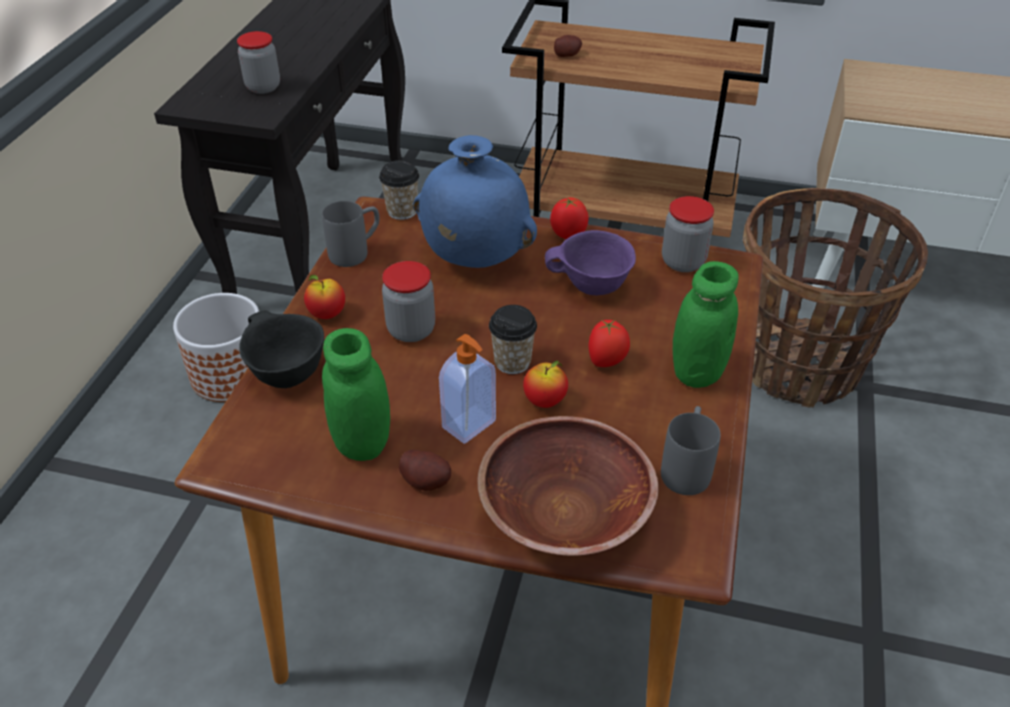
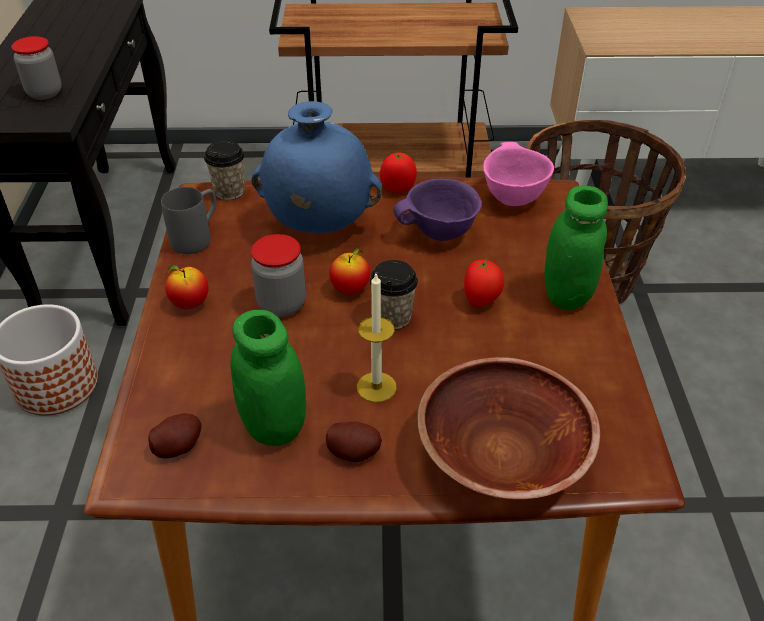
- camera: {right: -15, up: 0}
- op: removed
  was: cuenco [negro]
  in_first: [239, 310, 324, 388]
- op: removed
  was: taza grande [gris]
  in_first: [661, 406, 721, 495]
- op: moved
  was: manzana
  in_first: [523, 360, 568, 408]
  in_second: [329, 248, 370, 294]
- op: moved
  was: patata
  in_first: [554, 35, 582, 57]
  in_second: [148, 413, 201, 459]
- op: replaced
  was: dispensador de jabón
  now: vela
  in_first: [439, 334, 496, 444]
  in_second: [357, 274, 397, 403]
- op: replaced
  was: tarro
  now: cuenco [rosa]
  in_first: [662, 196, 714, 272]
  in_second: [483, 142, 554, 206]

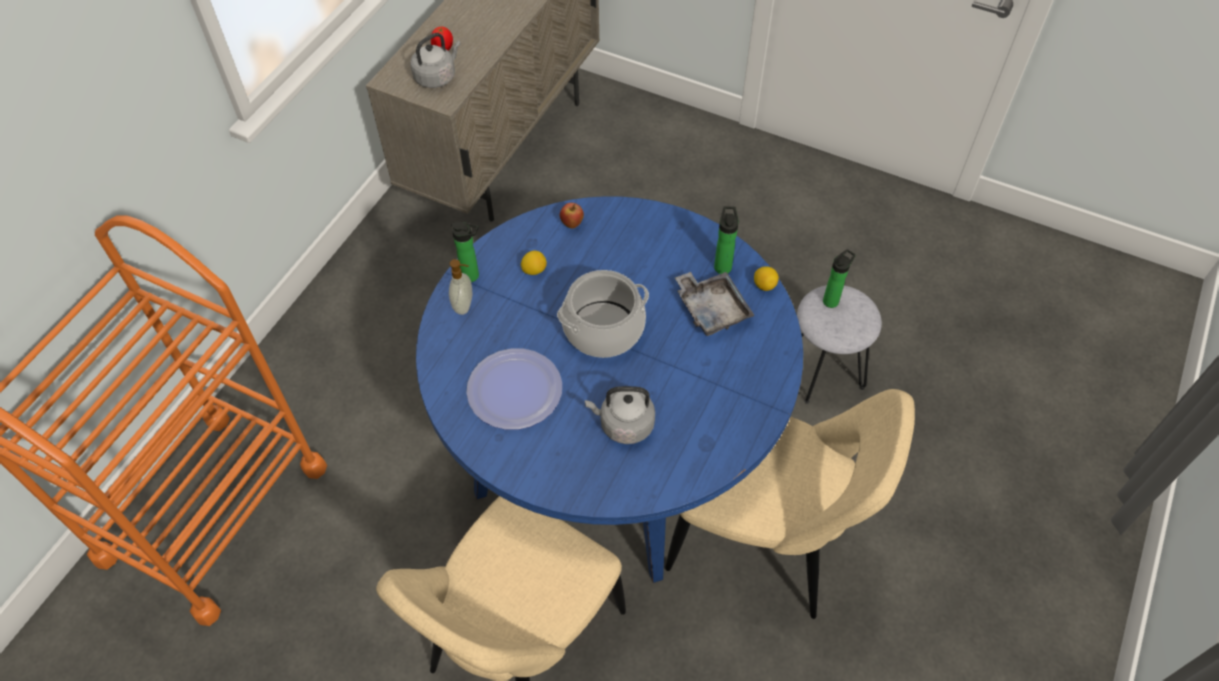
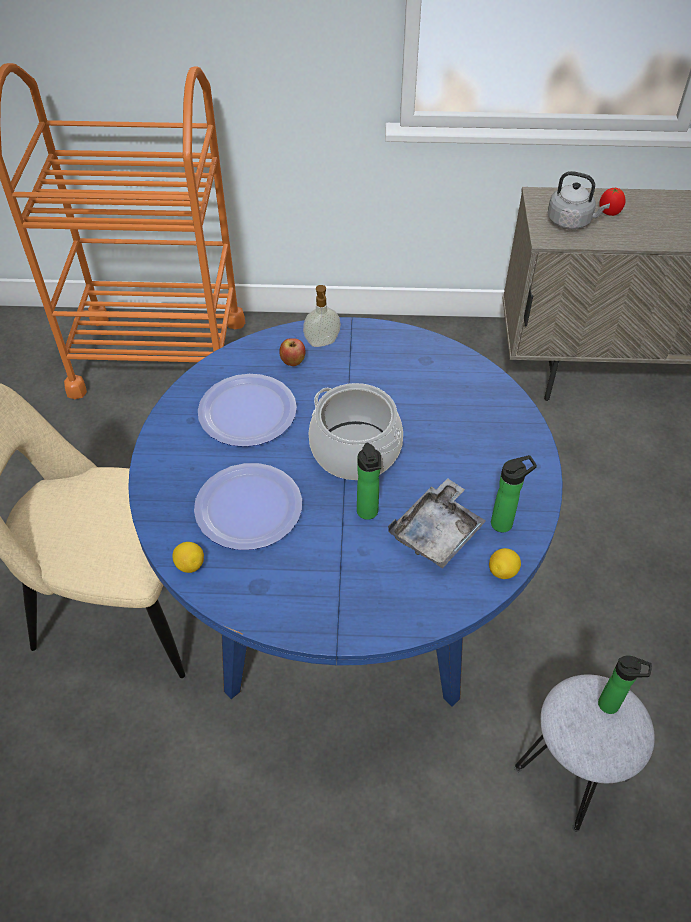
- camera: {right: 65, up: -5}
- op: removed
  was: silla [beis]
  in_first: [665, 389, 915, 619]
- op: moved
  was: botella
  in_first: [451, 222, 479, 282]
  in_second: [357, 443, 381, 520]
- op: moved
  was: limón
  in_first: [521, 251, 547, 275]
  in_second: [172, 542, 204, 573]
- op: moved
  was: manzana
  in_first: [560, 203, 584, 228]
  in_second: [279, 338, 305, 366]
- op: replaced
  was: hervidor [gris]
  now: plato
  in_first: [585, 386, 655, 444]
  in_second: [194, 463, 302, 550]

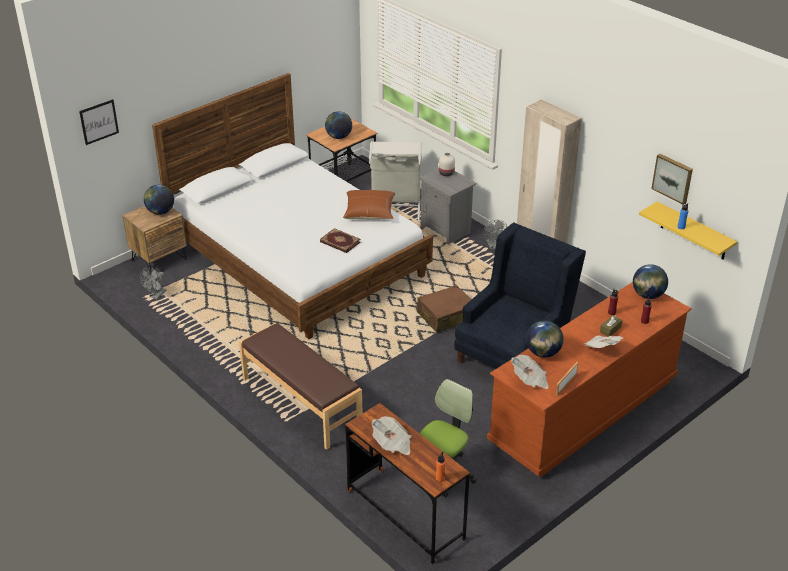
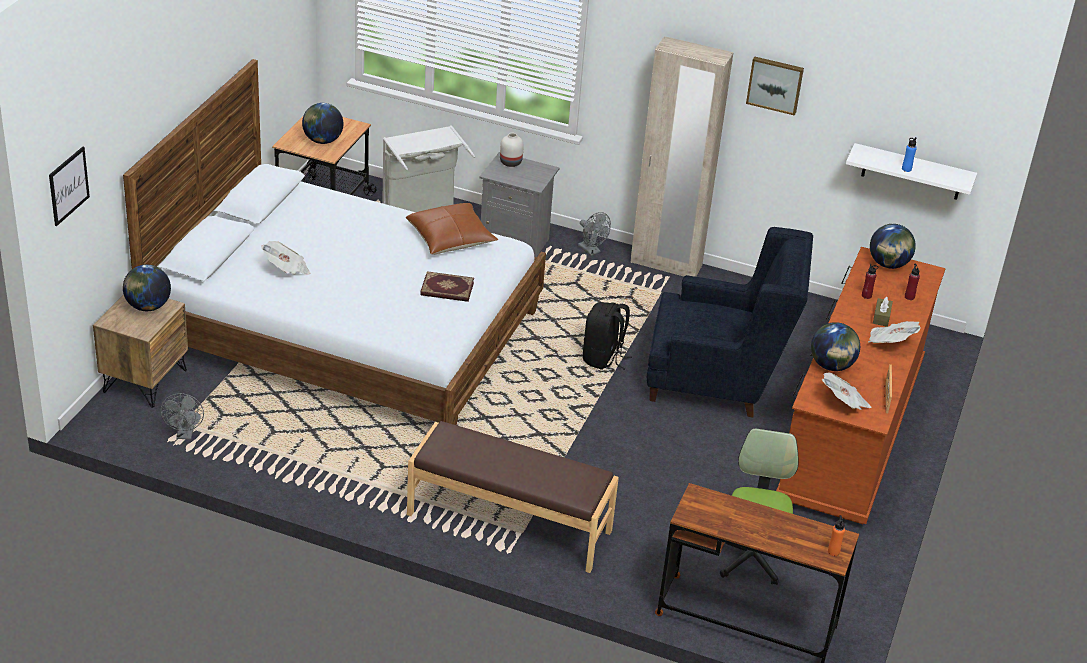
- camera: {right: -30, up: 0}
- op: moved
  was: periódico
  in_first: [372, 416, 411, 455]
  in_second: [261, 241, 311, 274]
- op: moved
  was: cuadro
  in_first: [651, 154, 693, 205]
  in_second: [746, 56, 804, 116]
- op: replaced
  was: maleta [marrón]
  now: mochila [negro]
  in_first: [417, 285, 472, 333]
  in_second: [583, 302, 632, 370]
- op: recoloured
  was: estante [amarillo]
  now: estante [blanco]
  in_first: [639, 202, 737, 260]
  in_second: [846, 143, 977, 200]
- op: turned
  was: sillón [azul]
  in_first: [454, 222, 586, 369]
  in_second: [647, 227, 813, 417]
  clockwise: 90

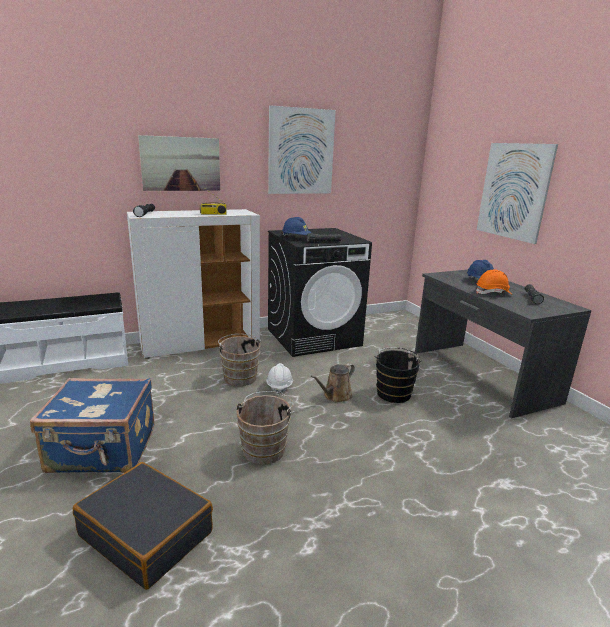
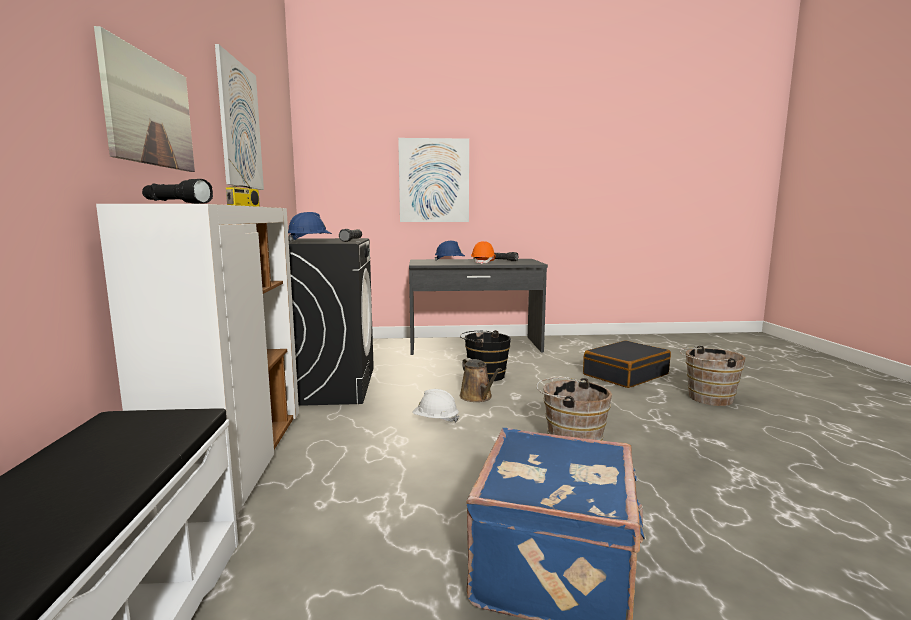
- camera: {right: -70, up: -10}
- op: moved
  was: maleta [negro]
  in_first: [73, 462, 213, 590]
  in_second: [583, 340, 671, 388]
- op: moved
  was: cubo [marrón]
  in_first: [218, 334, 261, 386]
  in_second: [680, 345, 746, 406]

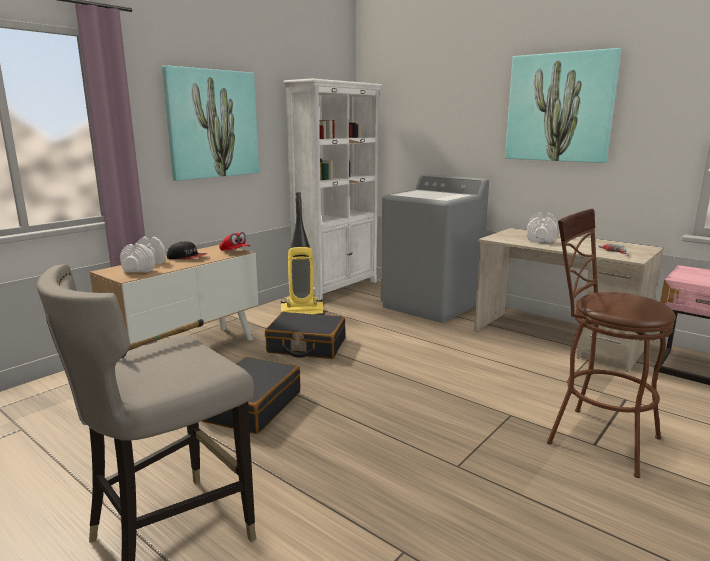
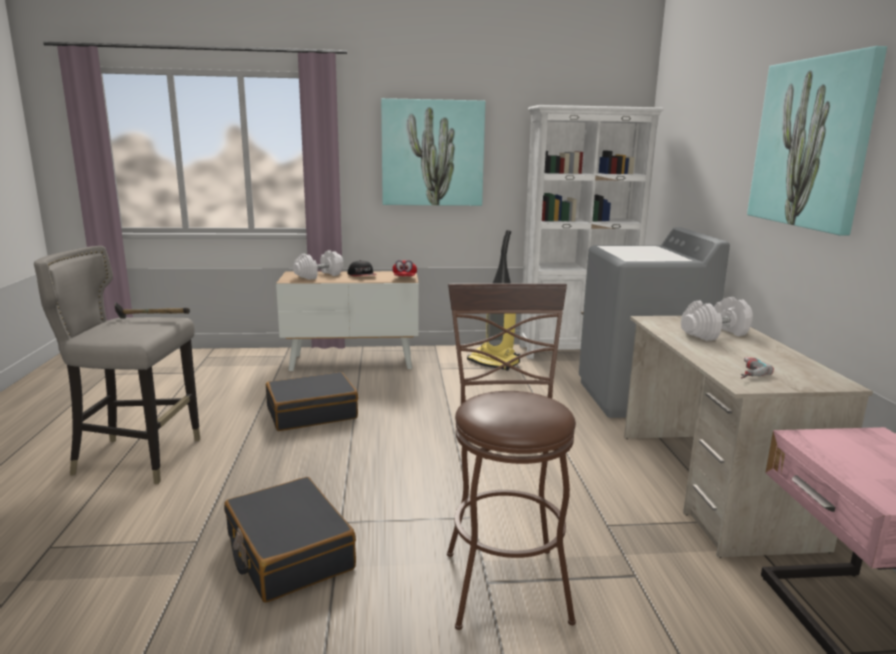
- camera: {right: 45, up: 0}
- op: moved
  was: maleta [negro]
  in_first: [265, 312, 345, 359]
  in_second: [224, 477, 356, 603]

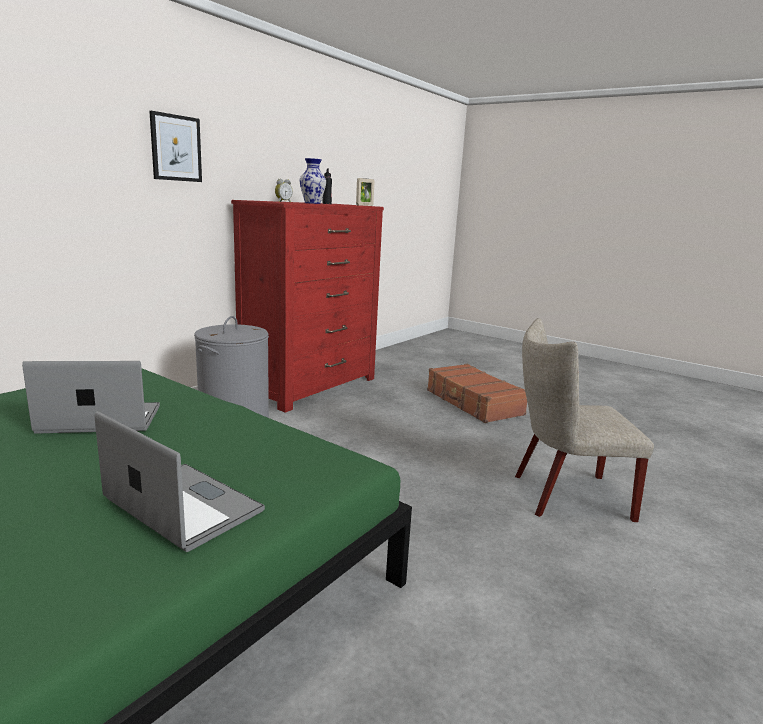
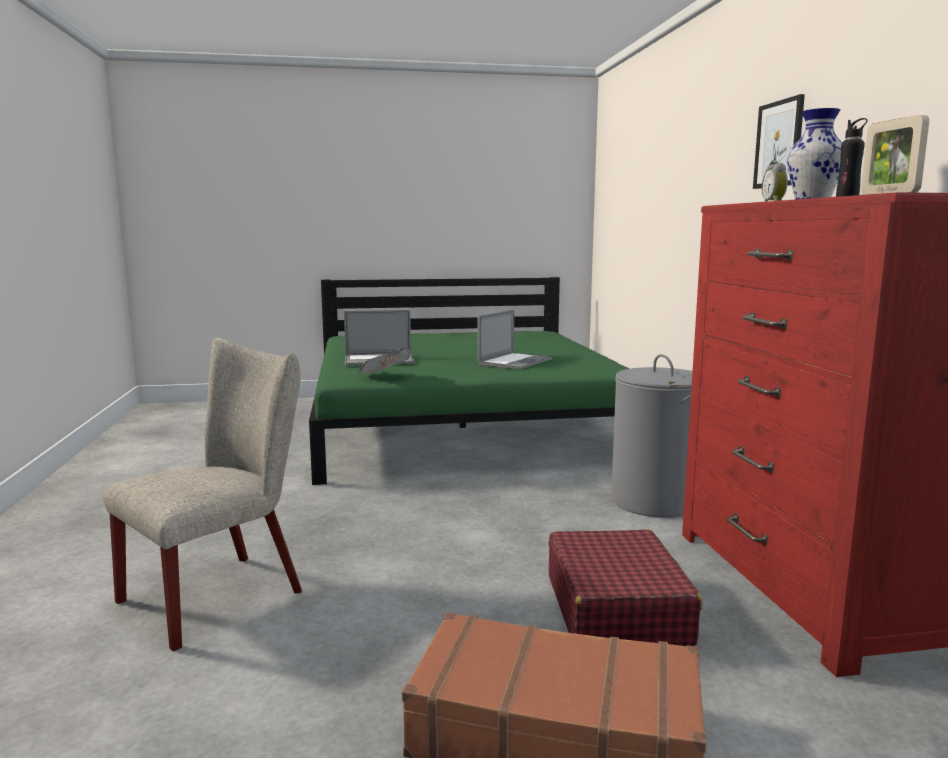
- camera: {right: 135, up: -5}
- op: added
  now: periódico
  in_second: [357, 348, 413, 374]
- op: added
  now: maleta [rojo]
  in_second: [548, 529, 702, 646]

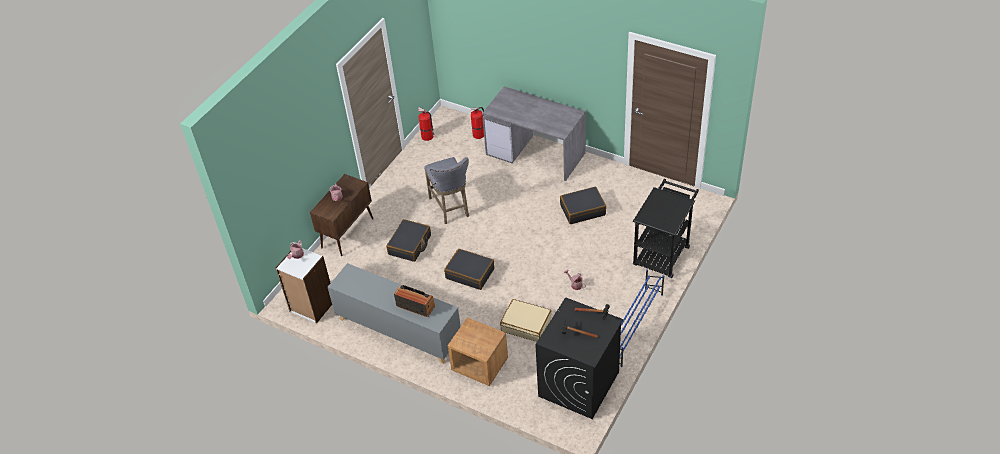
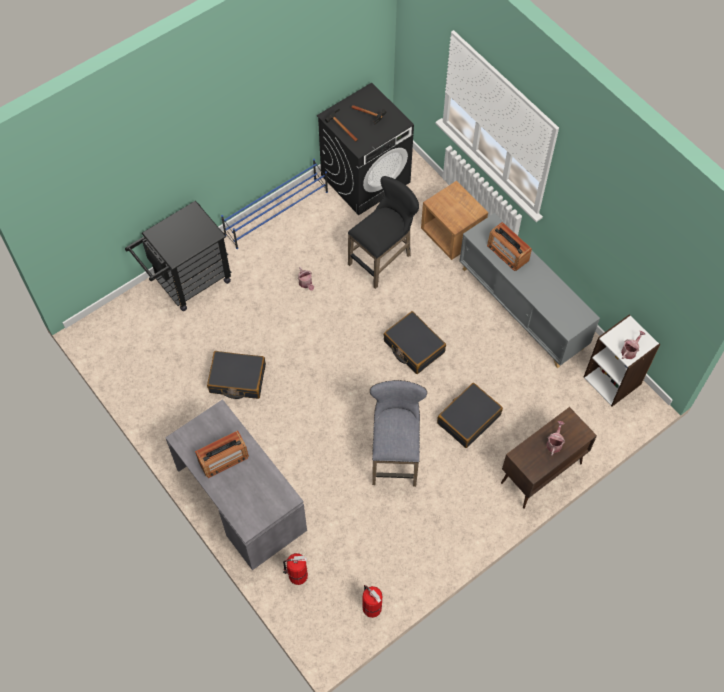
- camera: {right: -160, up: 15}
- op: added
  now: radio
  in_second: [195, 431, 249, 478]
- op: replaced
  was: maleta [beis]
  now: taburete [negro]
  in_first: [500, 299, 552, 342]
  in_second: [348, 176, 419, 289]

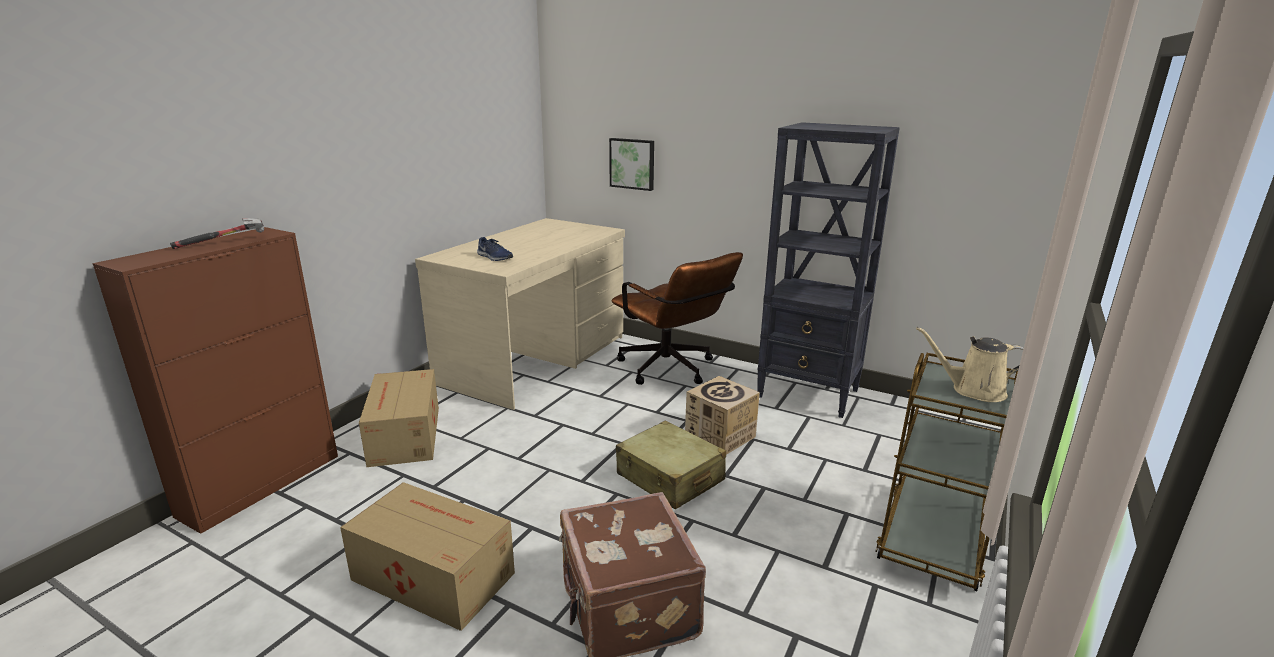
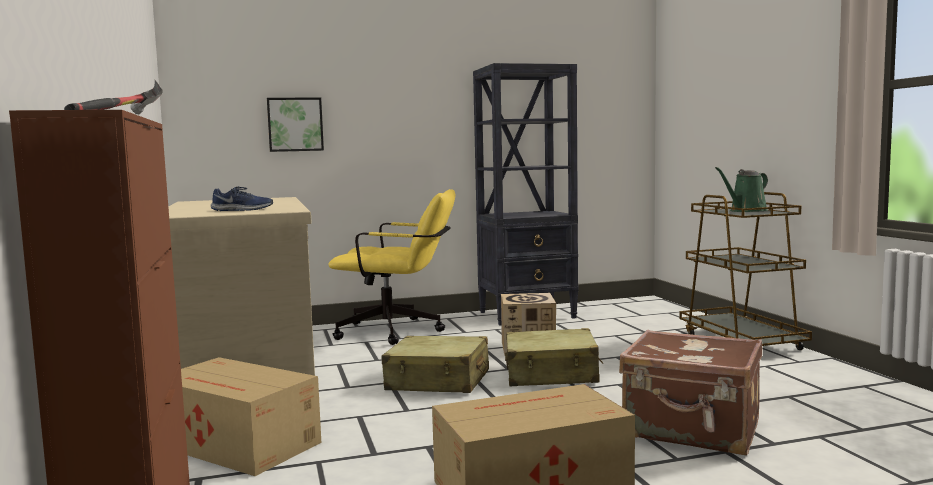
- camera: {right: -45, up: -15}
- op: added
  now: maleta [beis]
  in_second: [382, 336, 489, 393]
- op: recoloured
  was: silla de oficina [marrón]
  now: silla de oficina [amarillo]
  in_first: [612, 252, 743, 385]
  in_second: [328, 189, 455, 345]
- op: recoloured
  was: regadera [beis]
  now: regadera [verde]
  in_first: [916, 327, 1024, 402]
  in_second: [715, 167, 768, 212]

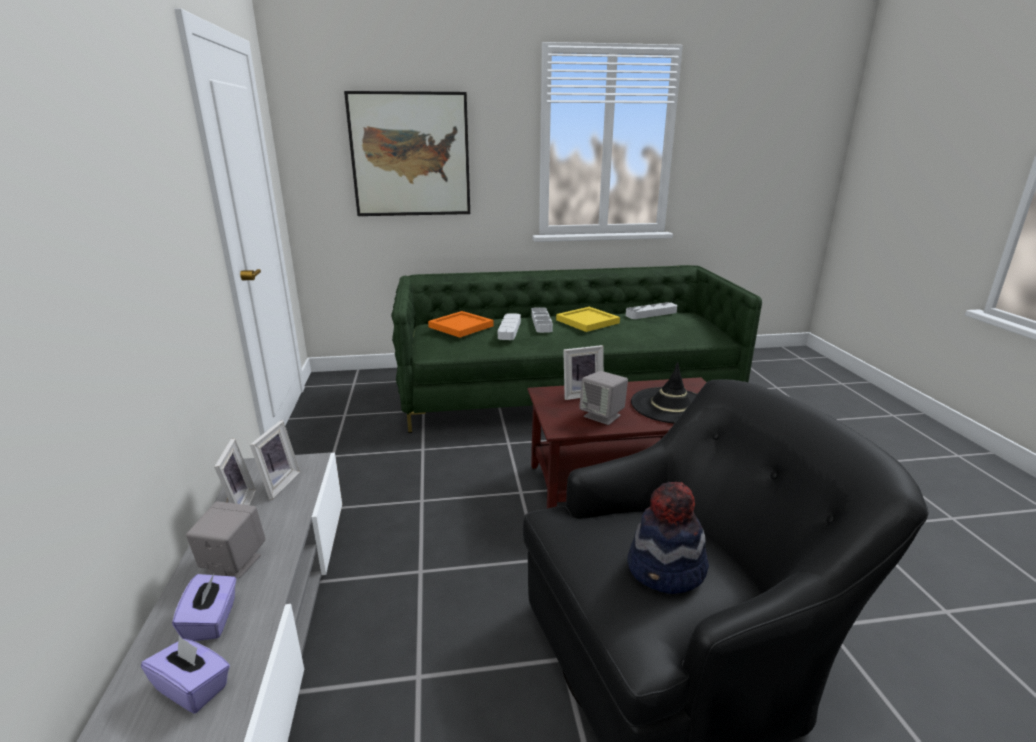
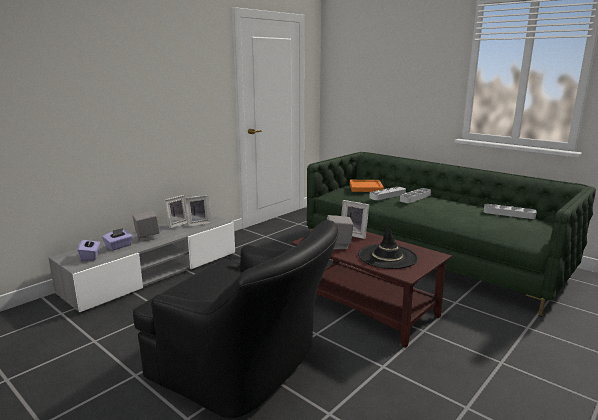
- camera: {right: 50, up: -5}
- op: removed
  was: cuadro
  in_first: [344, 91, 470, 216]
- op: removed
  was: bandeja [amarillo]
  in_first: [556, 307, 620, 332]
- op: removed
  was: sombrero
  in_first: [627, 482, 709, 594]

